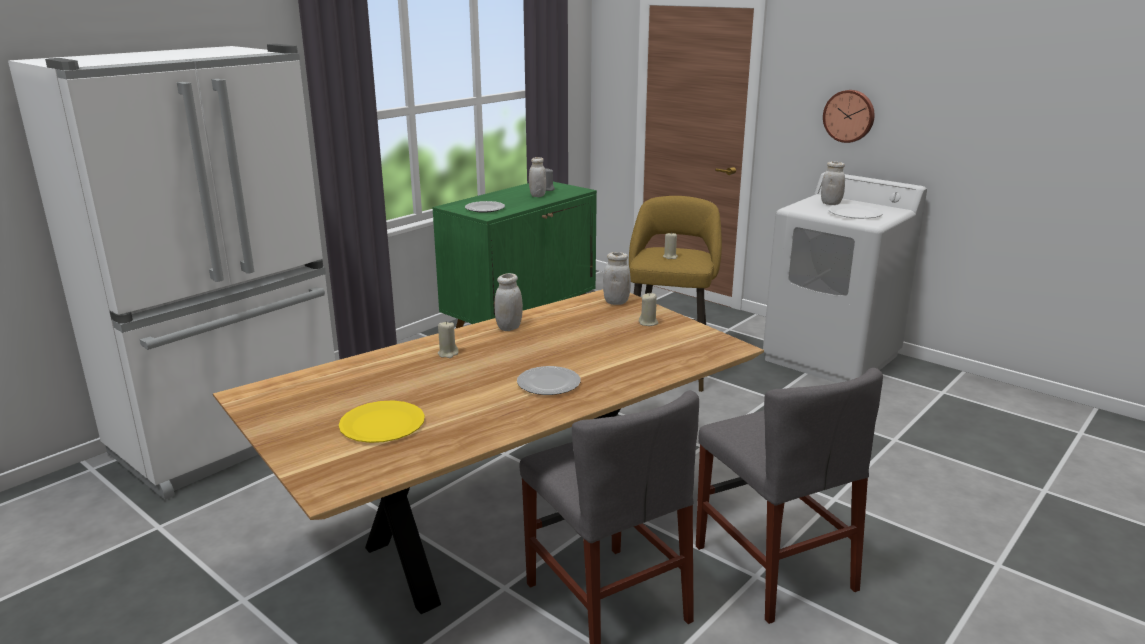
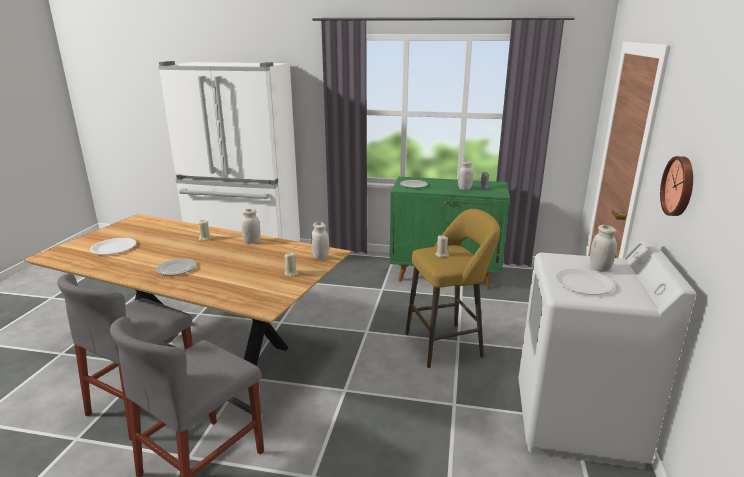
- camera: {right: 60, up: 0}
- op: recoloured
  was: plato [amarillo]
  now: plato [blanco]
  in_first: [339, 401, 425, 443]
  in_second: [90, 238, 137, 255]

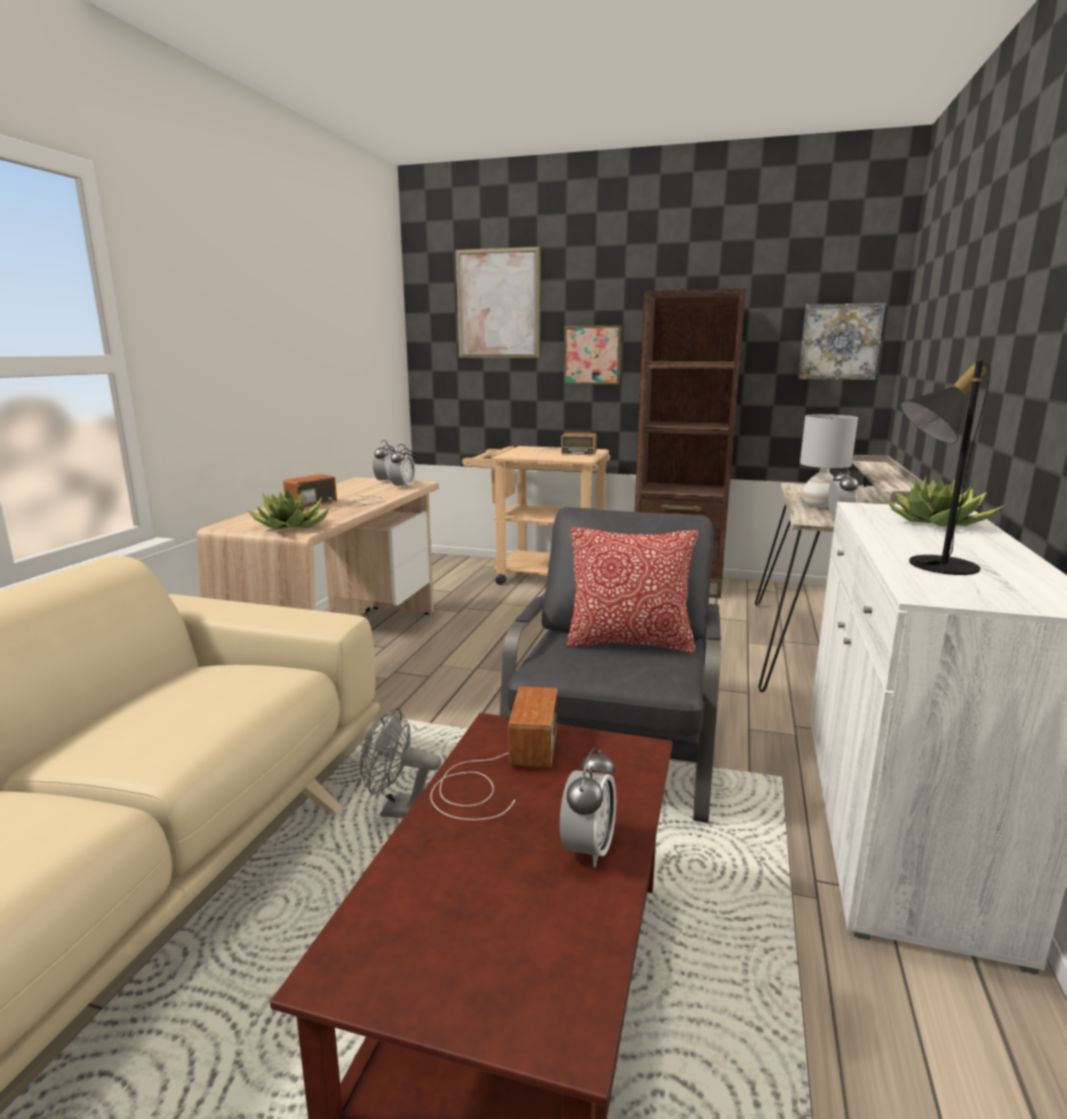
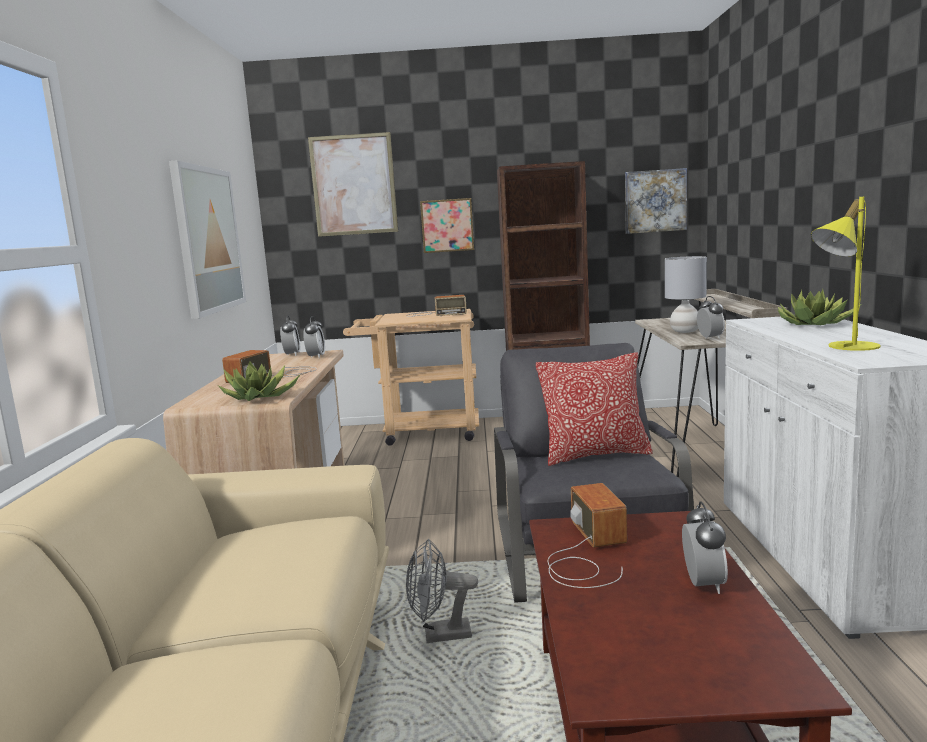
- camera: {right: -15, up: -5}
- op: added
  now: cuadro
  in_second: [169, 161, 246, 319]
- op: recoloured
  was: lámpara de mesa [negro]
  now: lámpara de mesa [amarillo]
  in_first: [901, 360, 990, 575]
  in_second: [811, 197, 881, 351]

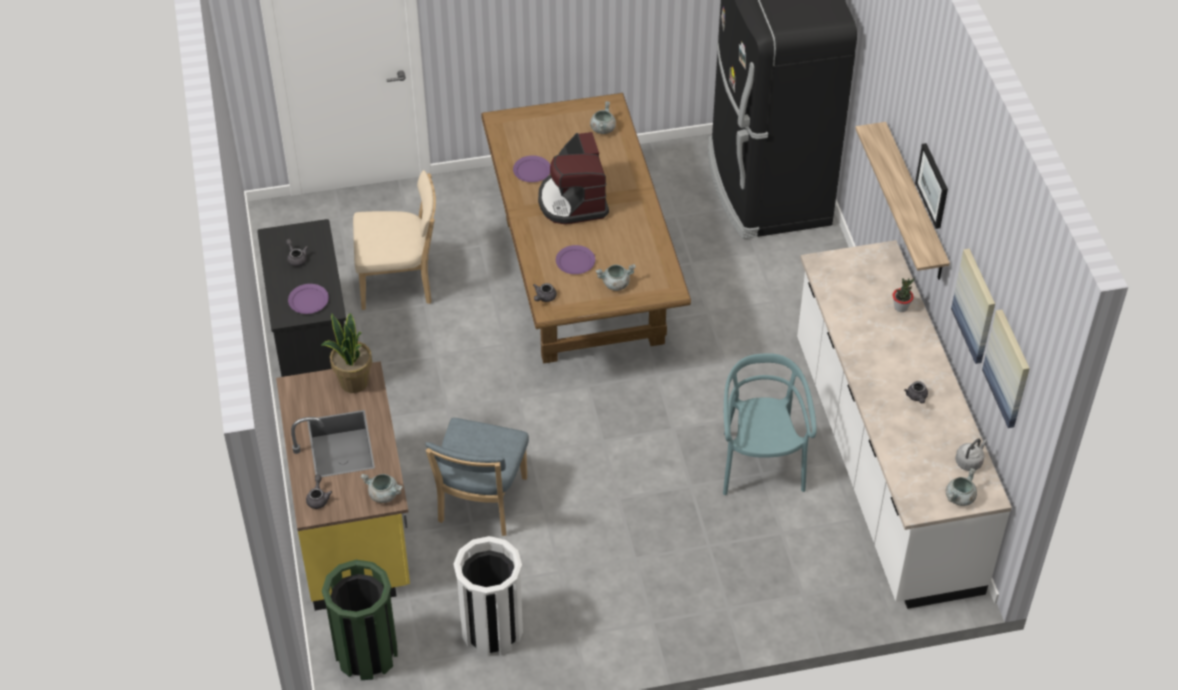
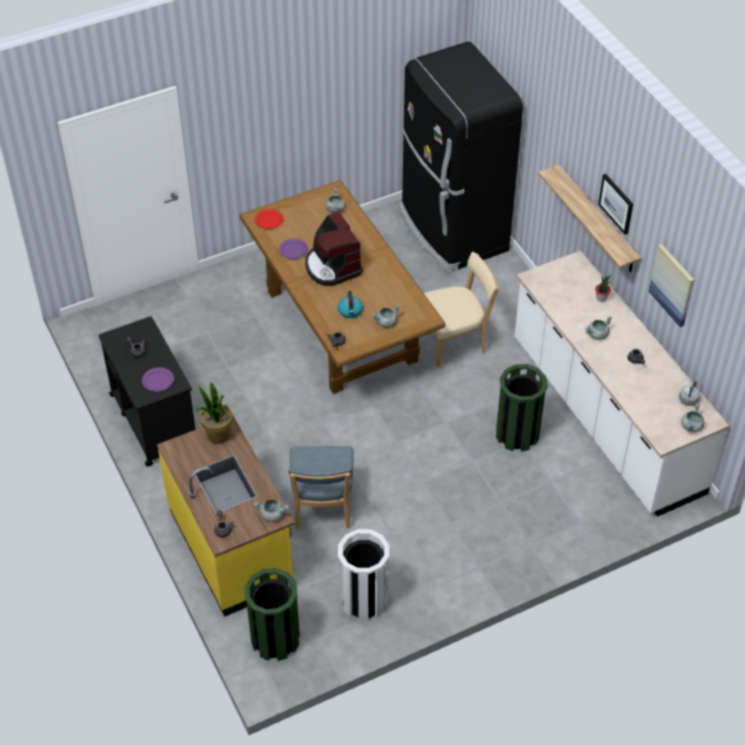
- camera: {right: -15, up: 0}
- op: removed
  was: cuadro
  in_first: [982, 310, 1030, 428]
- op: added
  now: plato [rojo]
  in_second: [255, 209, 284, 229]
- op: added
  now: olla [gris]
  in_second: [585, 316, 612, 340]
- op: moved
  was: silla [beis]
  in_first: [353, 170, 436, 310]
  in_second: [424, 252, 499, 368]
- op: replaced
  was: plato [morado]
  now: hervidor
  in_first: [556, 245, 595, 274]
  in_second: [338, 291, 363, 318]
- op: replaced
  was: silla [turquesa]
  now: papelera [verde]
  in_first: [723, 353, 817, 495]
  in_second: [496, 364, 548, 452]

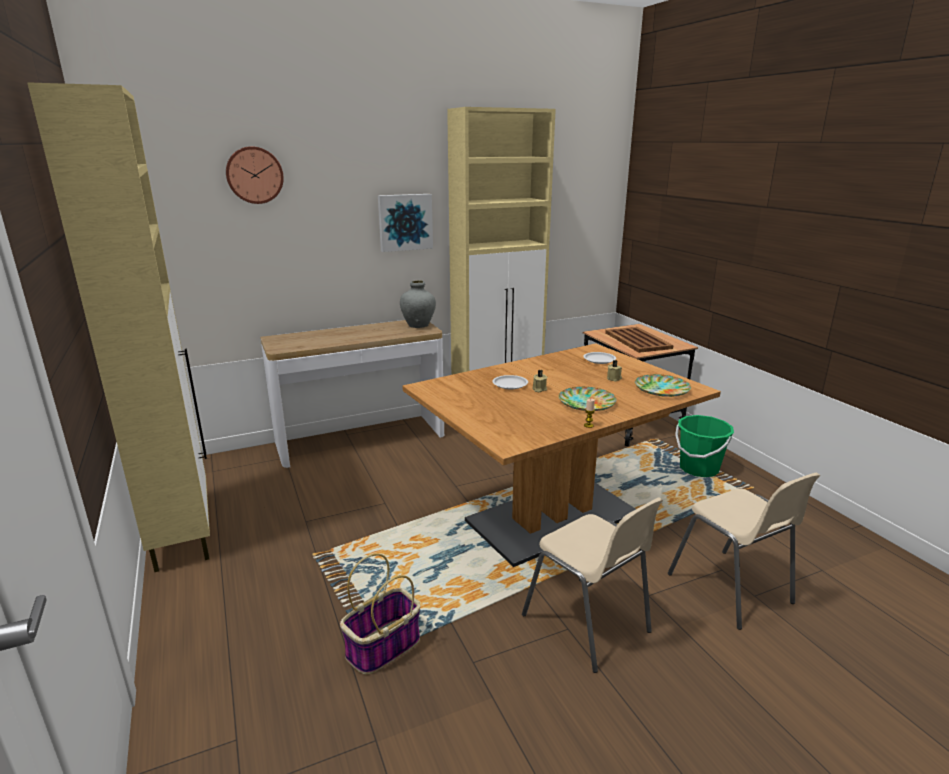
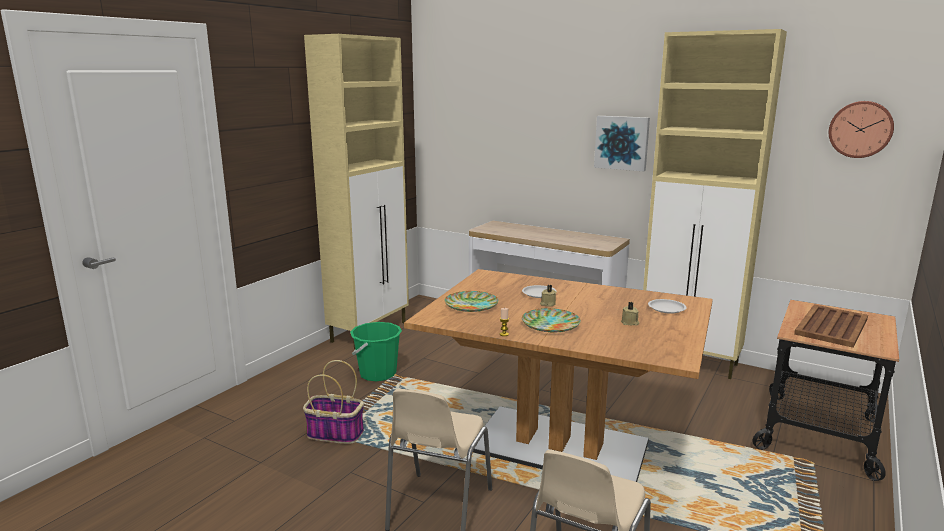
- camera: {right: 55, up: -5}
- op: removed
  was: florero [gris]
  in_first: [400, 280, 436, 328]
- op: moved
  was: reloj de pared
  in_first: [226, 146, 284, 204]
  in_second: [829, 101, 894, 158]
- op: moved
  was: plato
  in_first: [635, 374, 691, 397]
  in_second: [445, 291, 499, 312]
- op: moved
  was: cubo [verde]
  in_first: [675, 415, 734, 477]
  in_second: [350, 322, 402, 381]

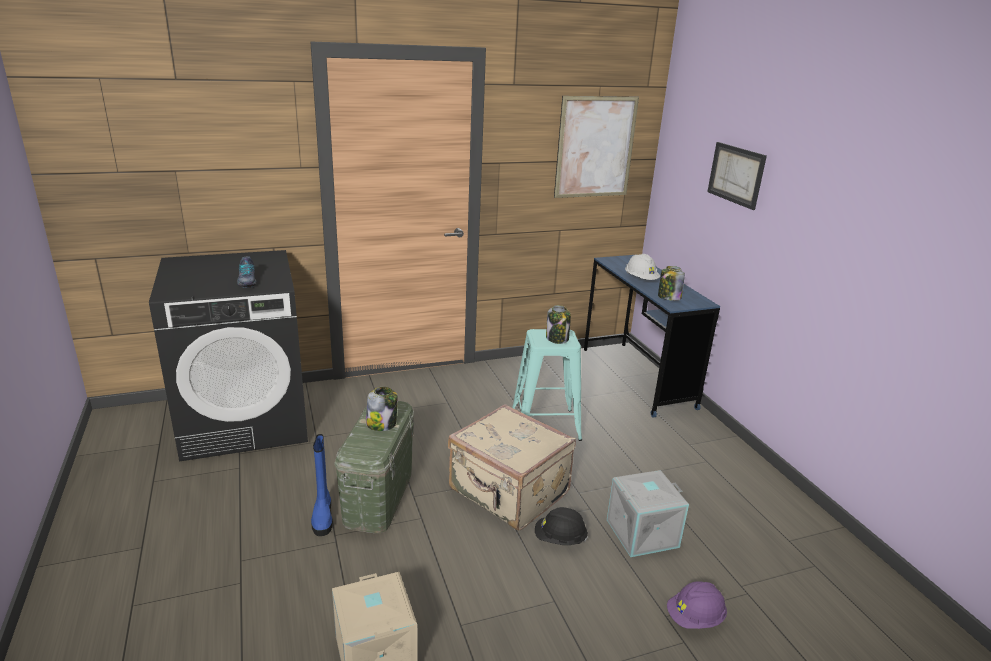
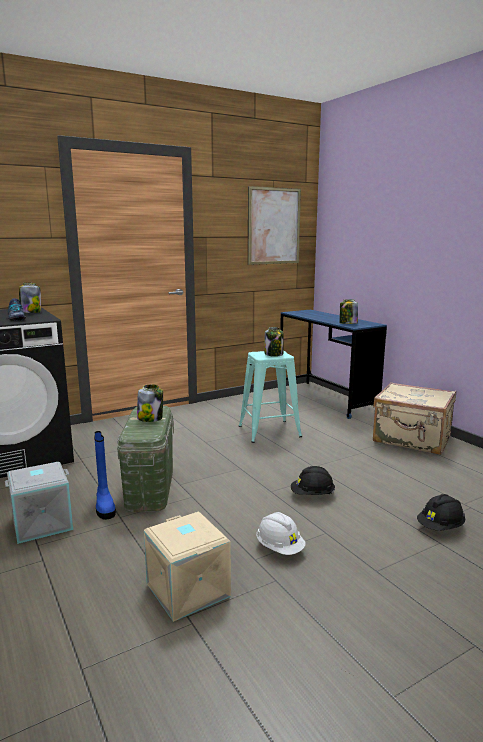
- camera: {right: -10, up: -10}
- op: removed
  was: cuadro
  in_first: [707, 142, 767, 210]
- op: added
  now: tarro
  in_second: [19, 283, 41, 313]
- op: moved
  was: maleta [beis]
  in_first: [448, 404, 576, 531]
  in_second: [373, 382, 456, 455]
- op: moved
  was: caja de almacenaje [gris]
  in_first: [607, 470, 689, 557]
  in_second: [5, 462, 73, 544]
- op: moved
  was: casco [blanco]
  in_first: [625, 254, 660, 280]
  in_second: [256, 512, 305, 555]
- op: recoloured
  was: casco [morado]
  now: casco [negro]
  in_first: [667, 581, 727, 629]
  in_second: [417, 494, 466, 531]

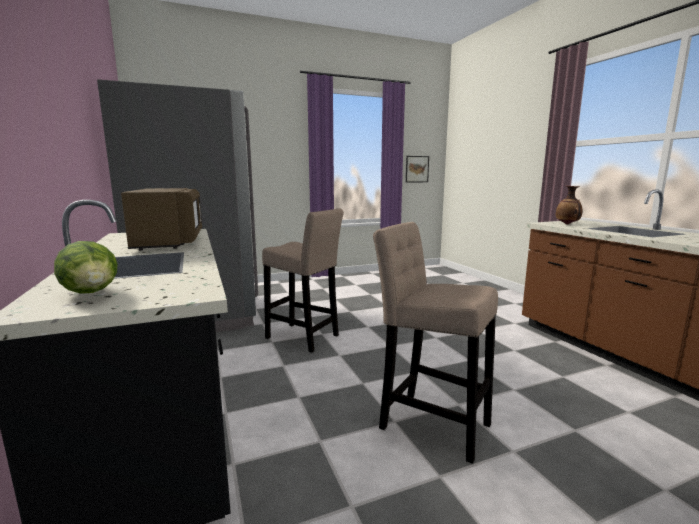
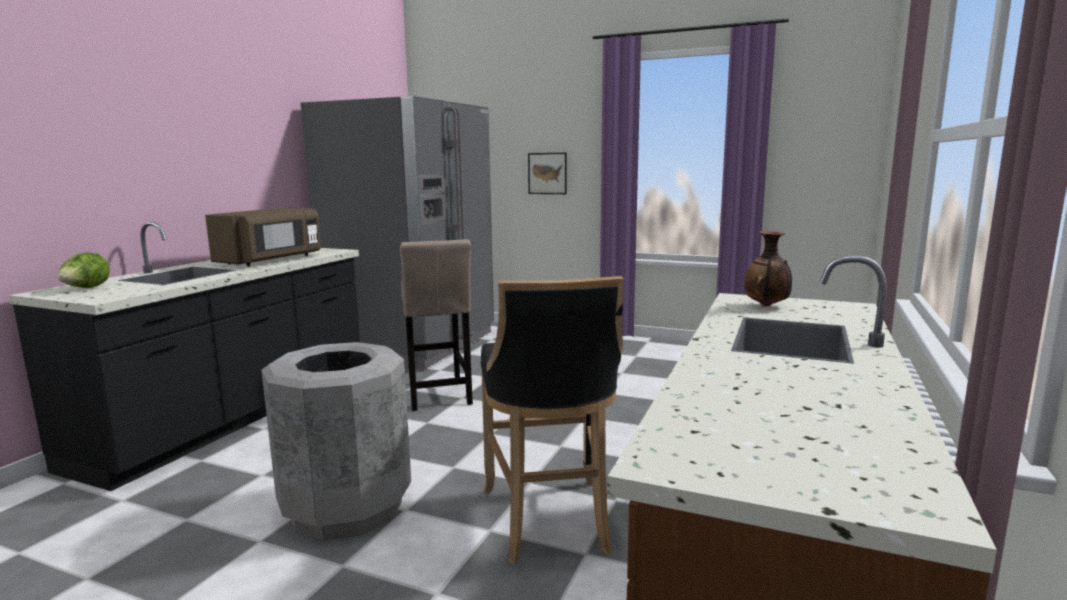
- camera: {right: 45, up: 0}
- op: added
  now: taburete [negro]
  in_second: [481, 276, 624, 564]
- op: moved
  was: cuadro
  in_first: [406, 156, 429, 183]
  in_second: [528, 153, 567, 194]
- op: replaced
  was: taburete [beis]
  now: papelera [gris]
  in_first: [373, 222, 498, 464]
  in_second: [261, 342, 411, 541]

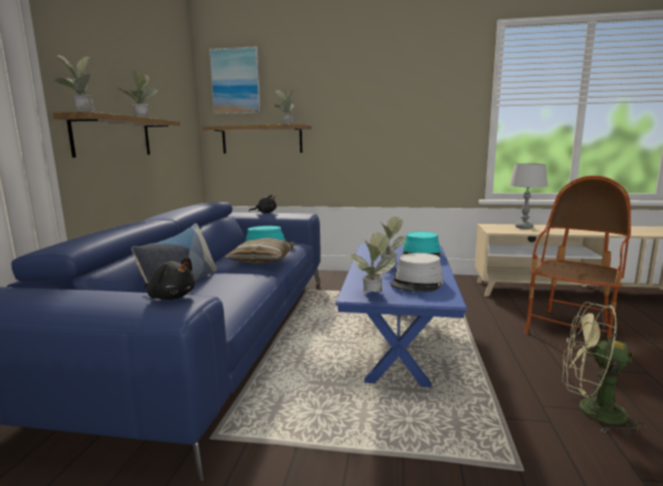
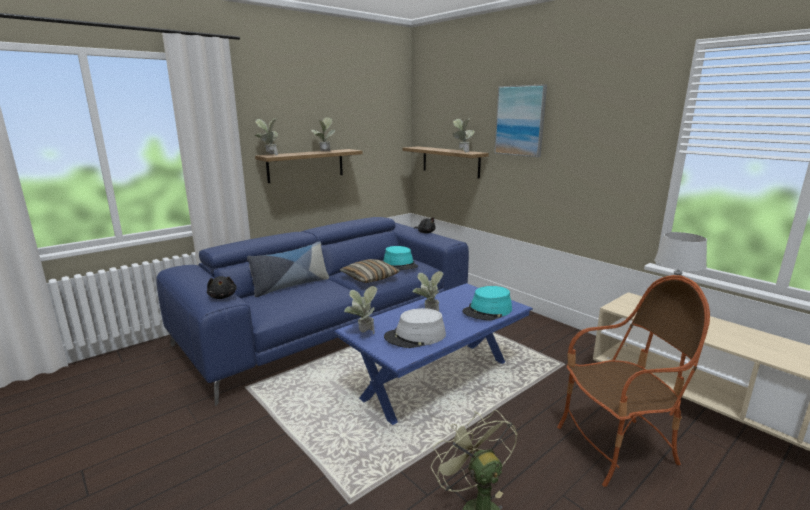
- camera: {right: 40, up: 5}
- op: moved
  was: cuadro
  in_first: [209, 46, 261, 114]
  in_second: [494, 84, 547, 157]

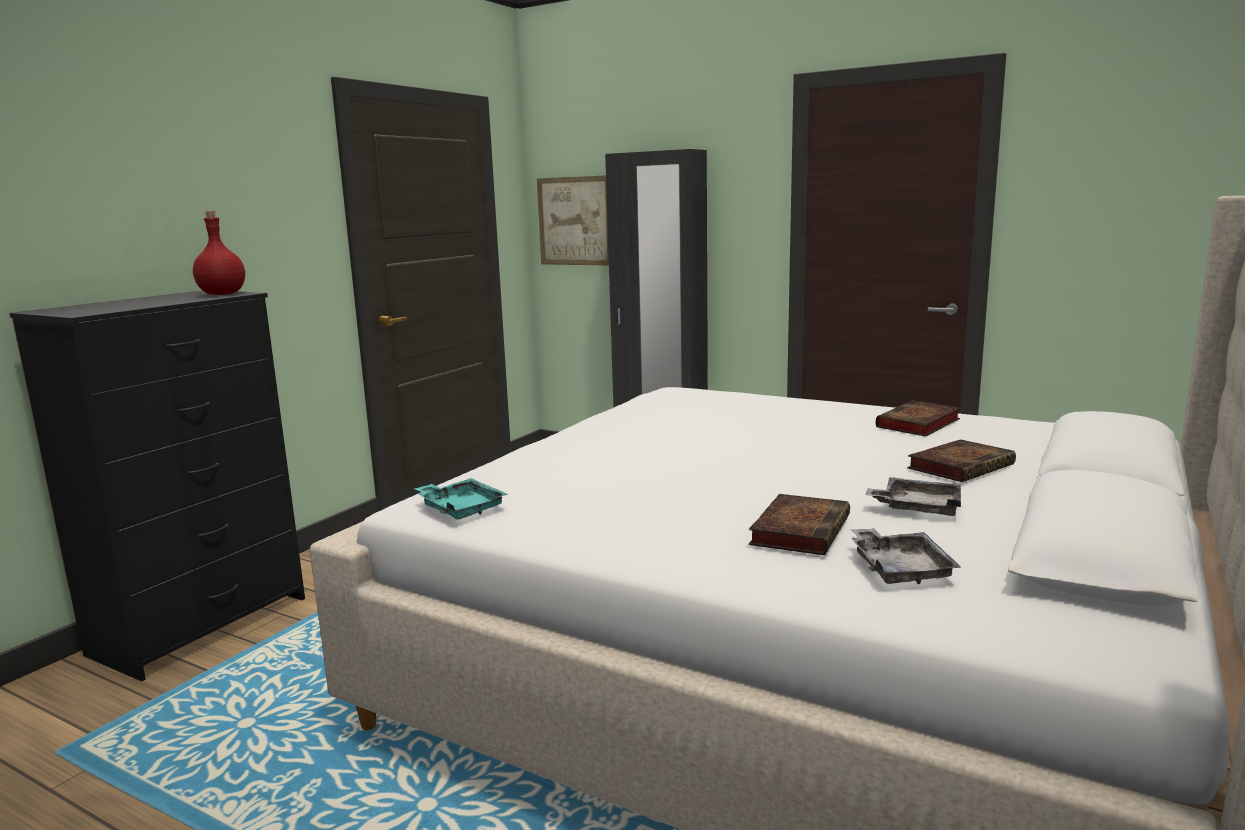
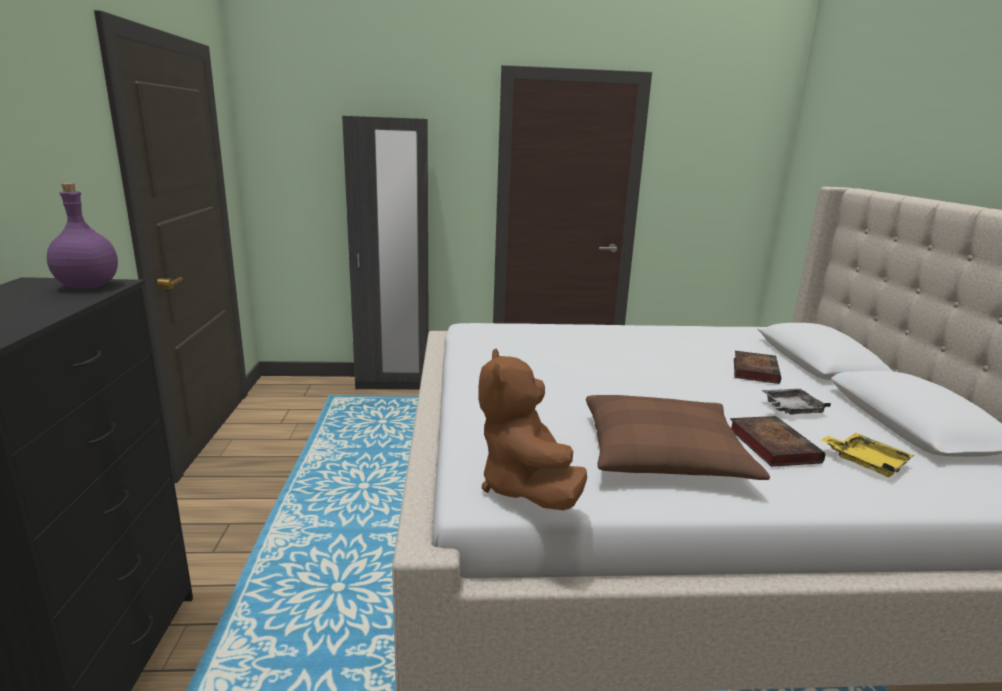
- camera: {right: -35, up: 5}
- op: removed
  was: cuadro
  in_first: [537, 175, 609, 266]
- op: removed
  was: libro
  in_first: [876, 400, 961, 437]
- op: added
  now: cojín [marrón]
  in_second: [586, 395, 770, 480]
- op: replaced
  was: bandeja [turquesa]
  now: peluche [marrón]
  in_first: [414, 478, 508, 520]
  in_second: [478, 348, 587, 510]
- op: recoloured
  was: botella [rojo]
  now: botella [morado]
  in_first: [193, 211, 245, 295]
  in_second: [47, 183, 118, 289]
- op: recoloured
  was: bandeja [gris]
  now: bandeja [amarillo]
  in_first: [850, 528, 961, 584]
  in_second: [821, 433, 915, 477]

